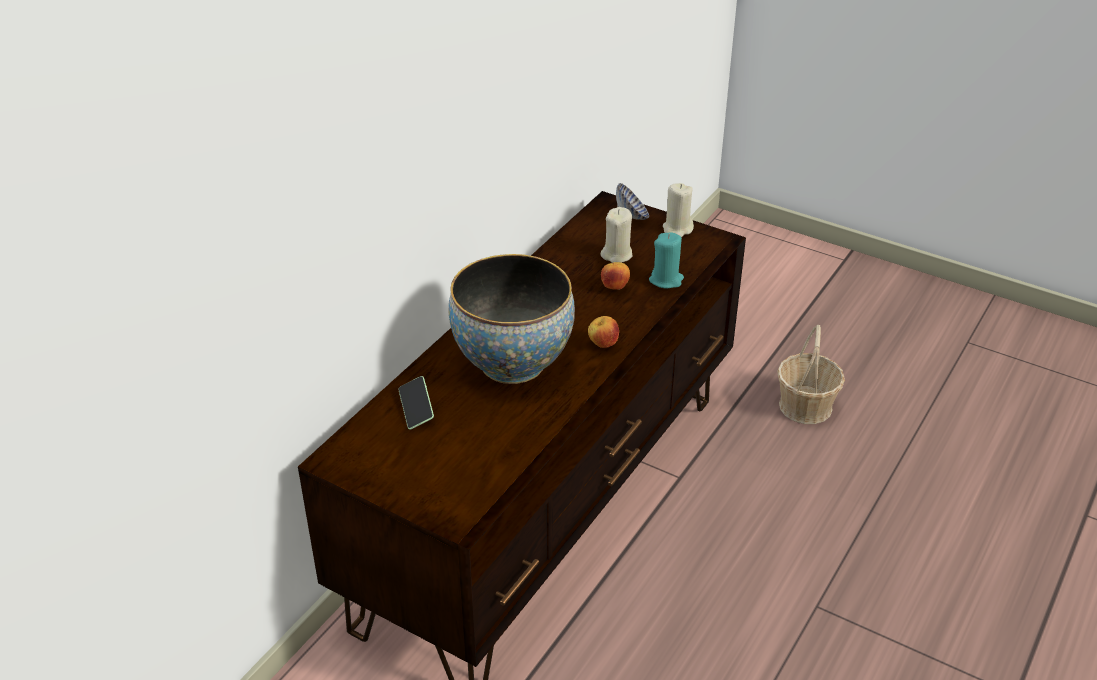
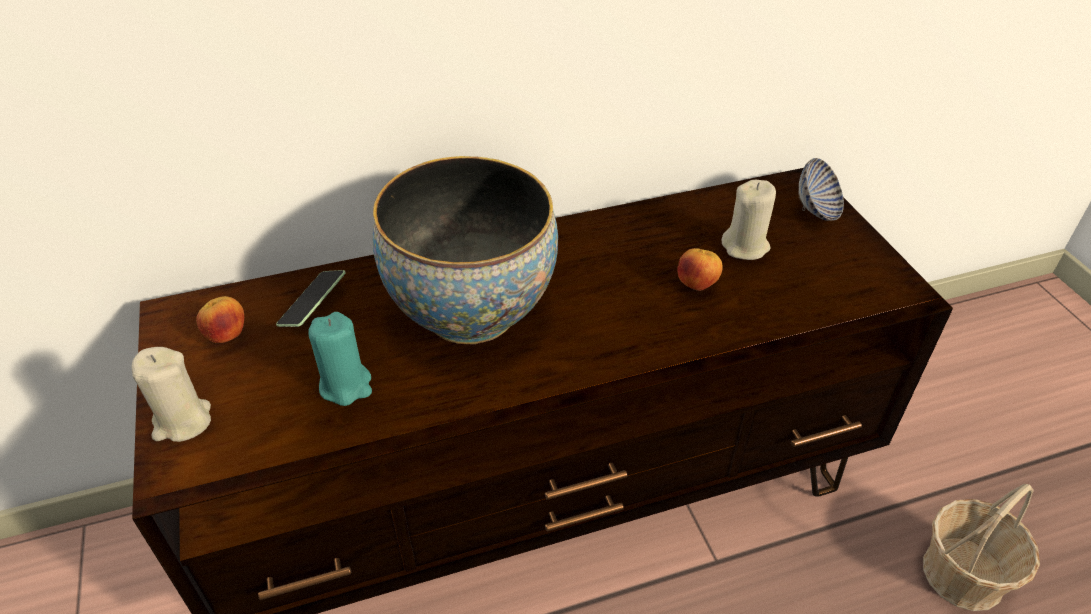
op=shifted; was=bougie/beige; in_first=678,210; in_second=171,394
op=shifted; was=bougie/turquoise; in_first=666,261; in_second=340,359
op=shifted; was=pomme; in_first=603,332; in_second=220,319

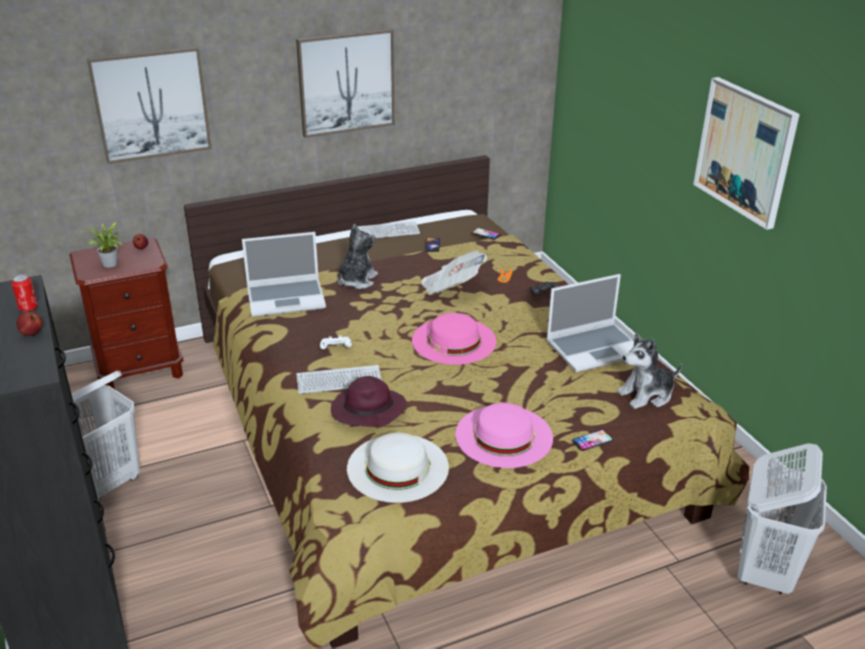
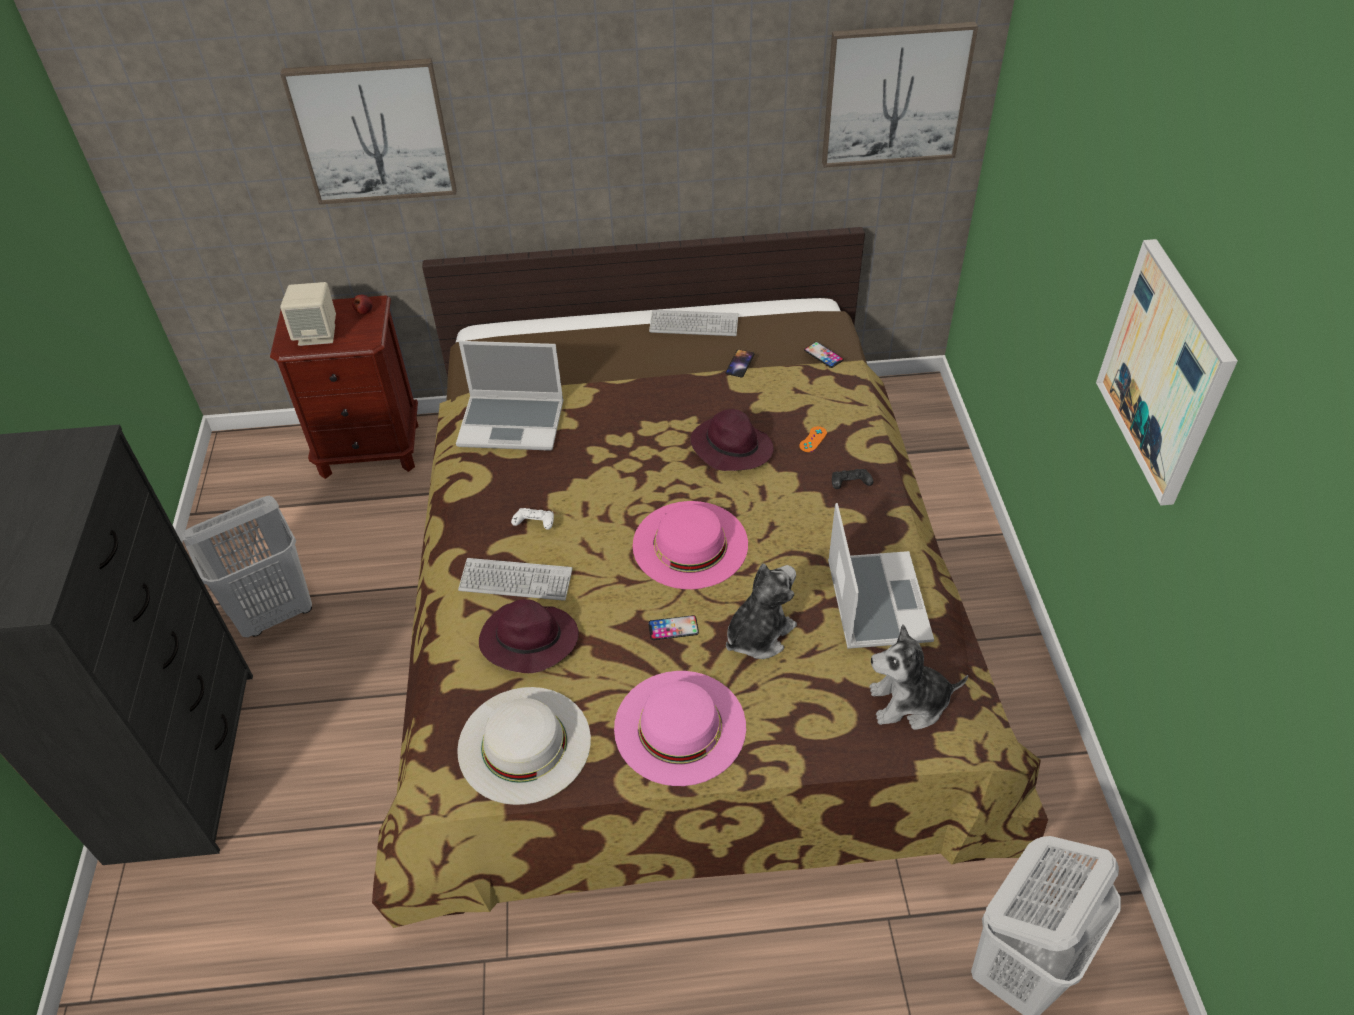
op=shifted; was=tableau; in_first=345,83; in_second=900,95
op=swapped; was=plante en pot; now=enceinte/beige; in_first=103,245; in_second=308,314
op=shifted; was=peluche; in_first=357,256; in_second=761,611
op=swapped; was=journal; now=chapeau/violet; in_first=454,272; in_second=732,440
op=gone; was=boîte métallique; in_first=24,293
op=rotated; was=ordinateur portable; in_first=590,323; in_second=881,576; clockwise=-90
op=gone; was=pomme; in_first=29,324
op=shifted; was=téléphone; in_first=592,440; in_second=673,627

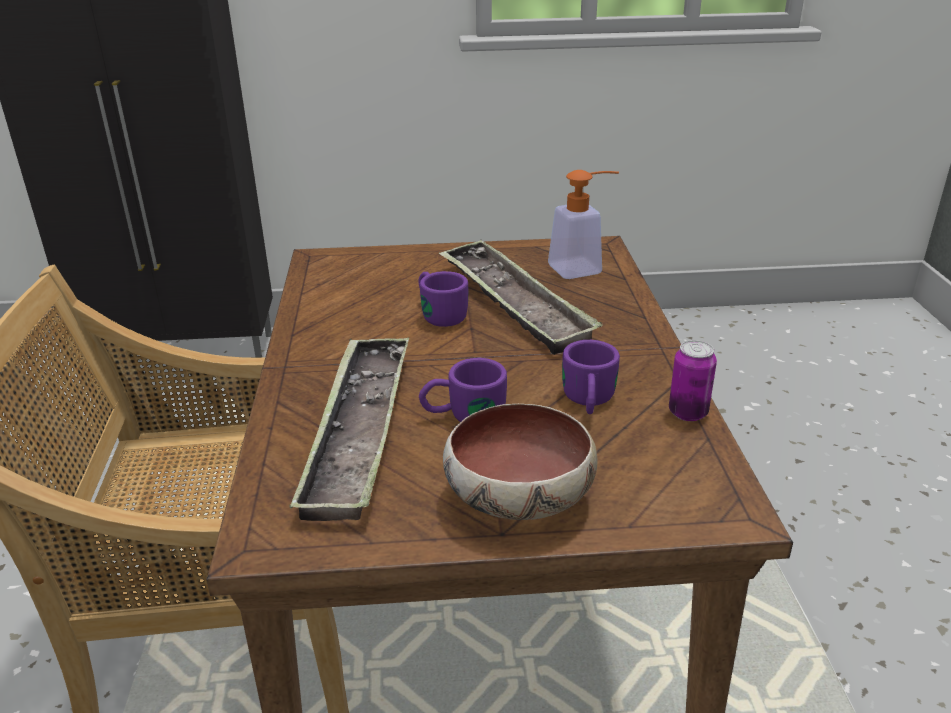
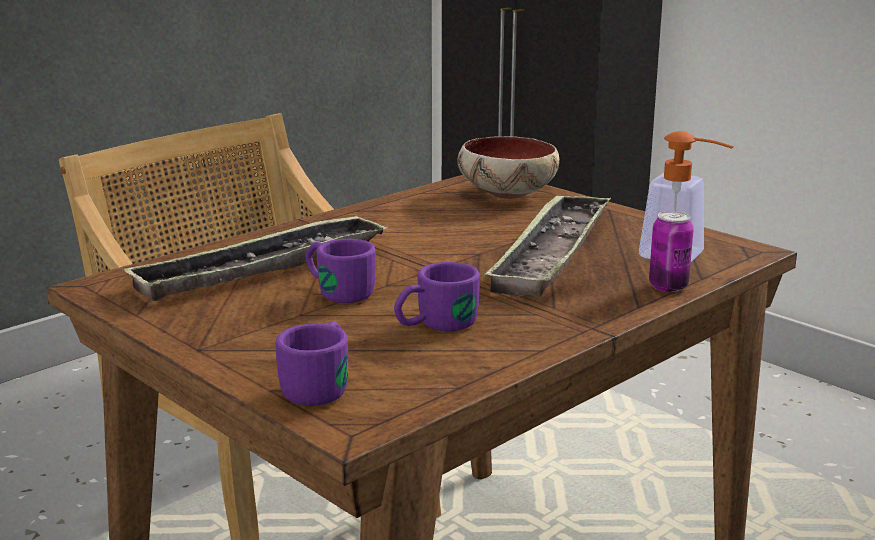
op=shifted; was=mug/violet; in_first=443,299; in_second=311,364
op=shifted; was=boîte métallique; in_first=693,380; in_second=671,251
op=shifted; was=bol; in_first=520,462; in_second=508,167

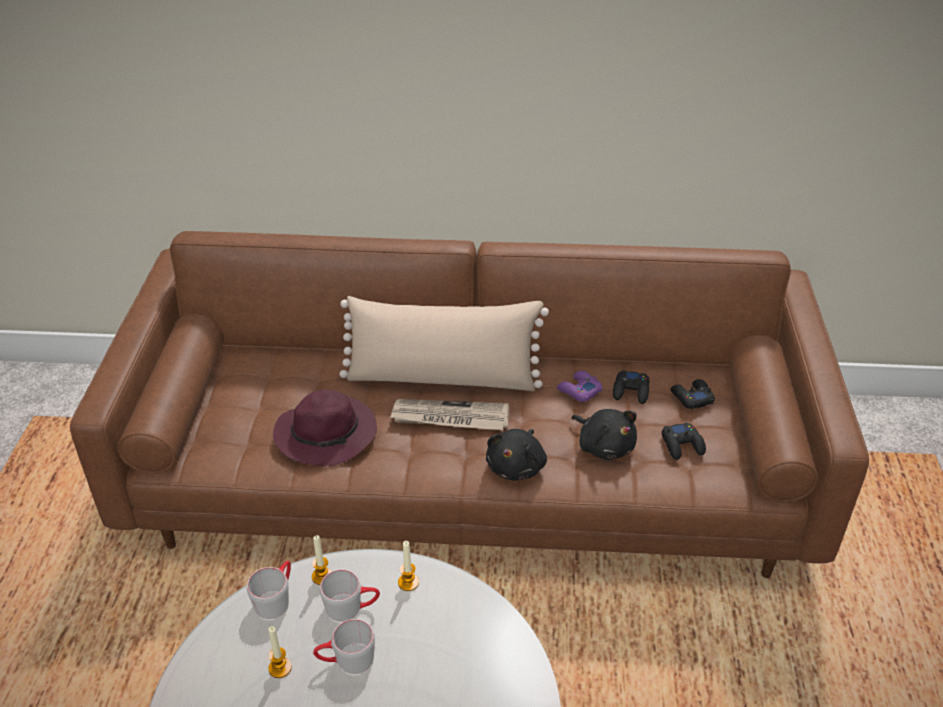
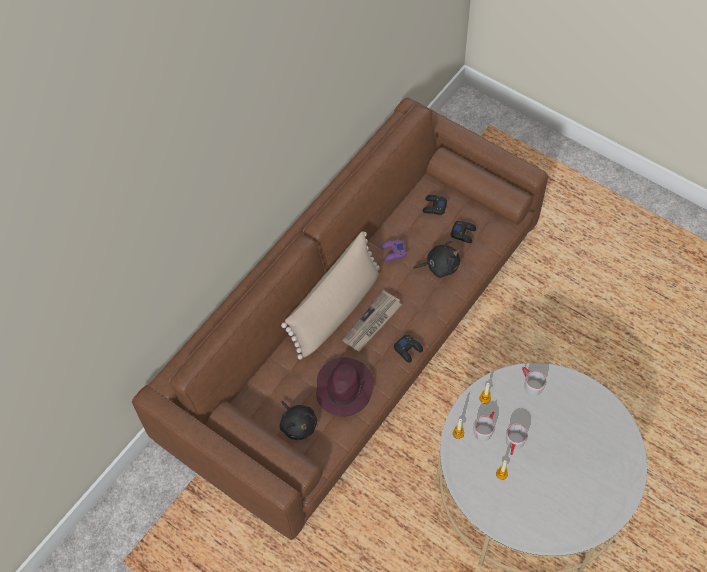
op=shifted; was=manette/noir; in_first=631,387; in_second=408,349
op=shifted; was=peluche/noir; in_first=516,455; in_second=298,420
op=shifted; was=mug/gris; in_first=269,590; in_second=534,381

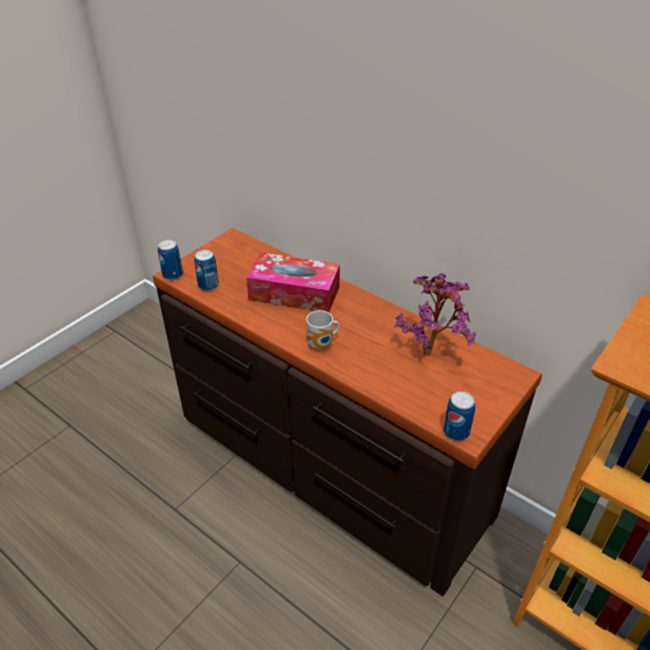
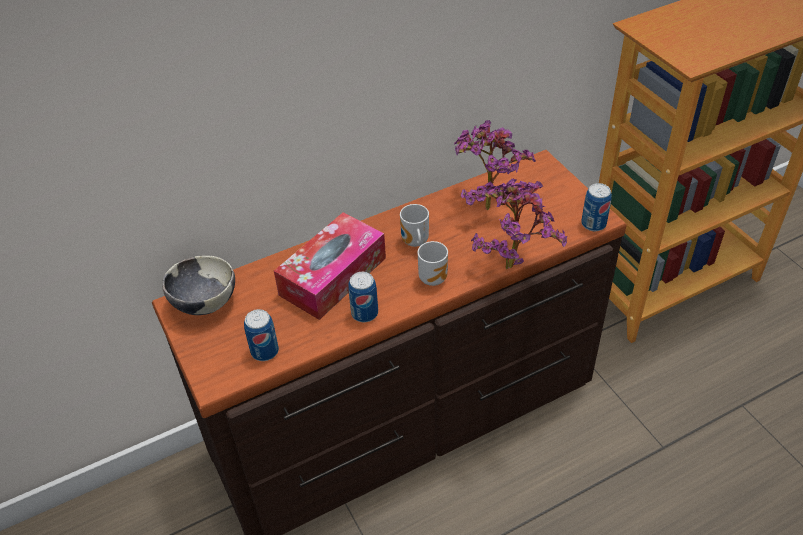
op=shifted; was=boîte métallique; in_first=170,260; in_second=363,297
op=new; now=plante en pot; in_second=519,224
op=new; now=mug; in_second=414,225
op=new; now=bol; in_second=198,285

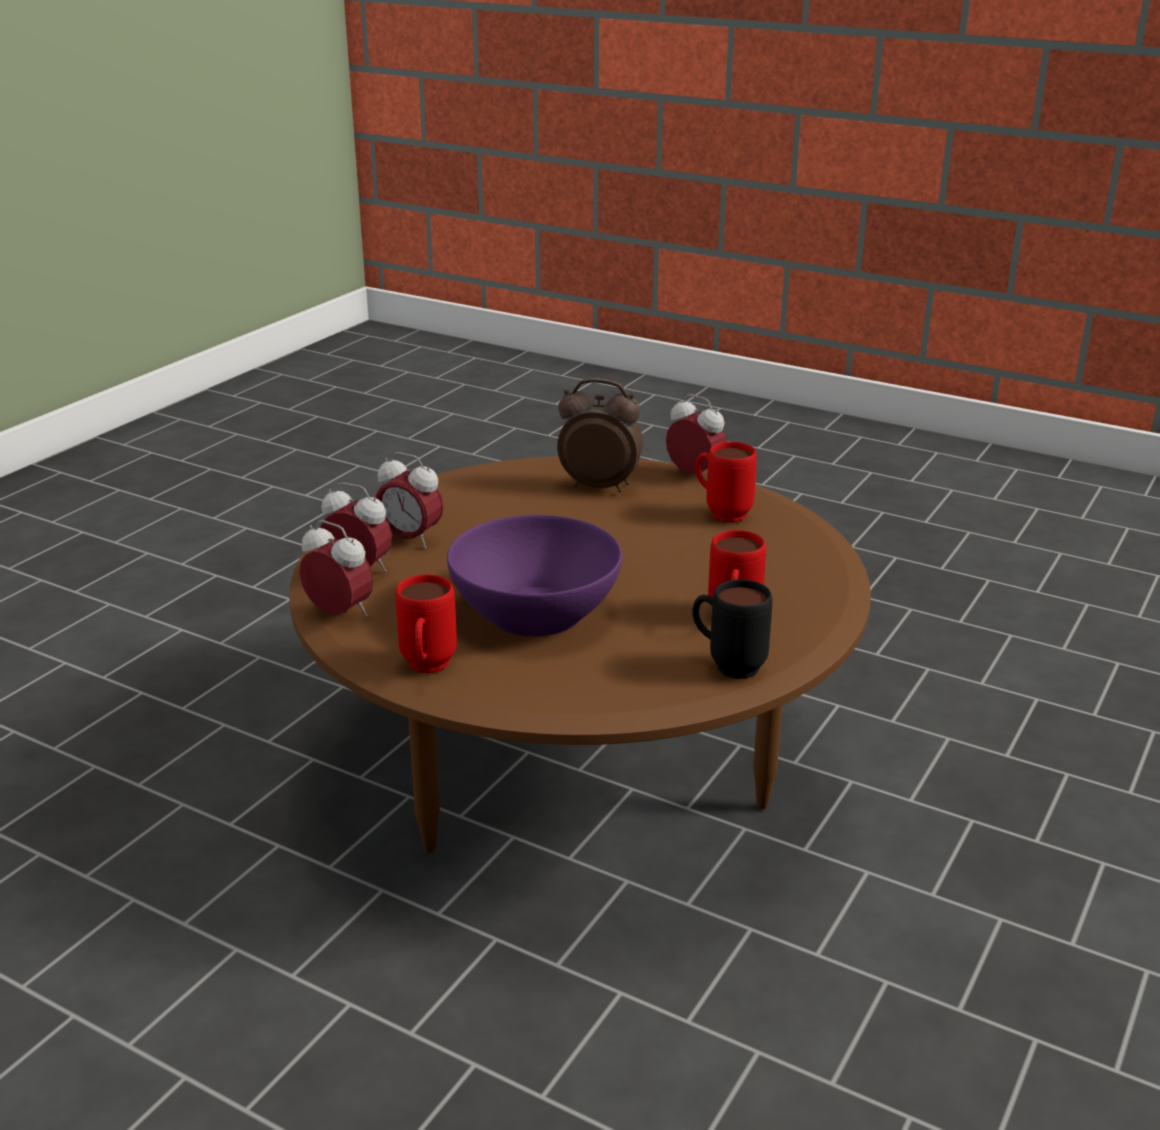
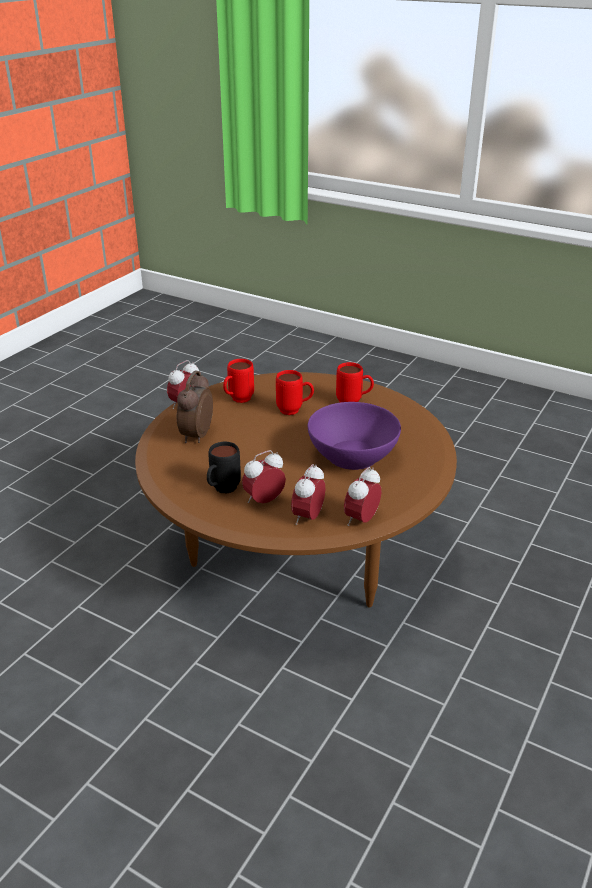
op=rotated; was=réveil; in_first=410,500; in_second=264,476; clockwise=-150
op=shifted; was=mug/rouge; in_first=426,623; in_second=295,392
op=shifted; was=mug/noir; in_first=732,629; in_second=224,468

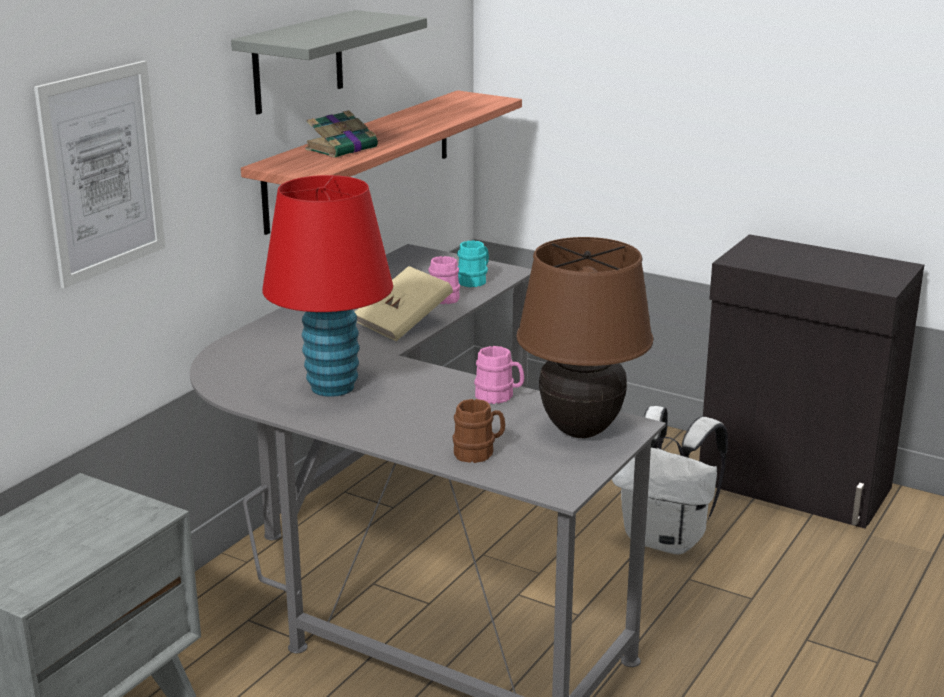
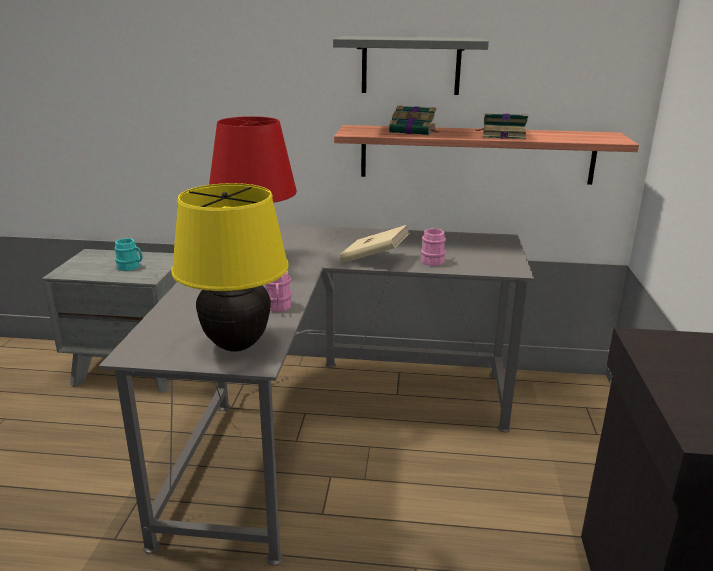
op=gone; was=tableau; in_first=99,174
op=repainted; was=lampe de table/marron; now=lampe de table/jaune; in_first=585,337; in_second=230,267
op=shifted; was=mug/turquoise; in_first=473,263; in_second=129,254
op=gone; was=mug/marron; in_first=478,431
op=gone; was=sac à dos/blanc; in_first=670,480
op=new; now=livre; in_second=502,126

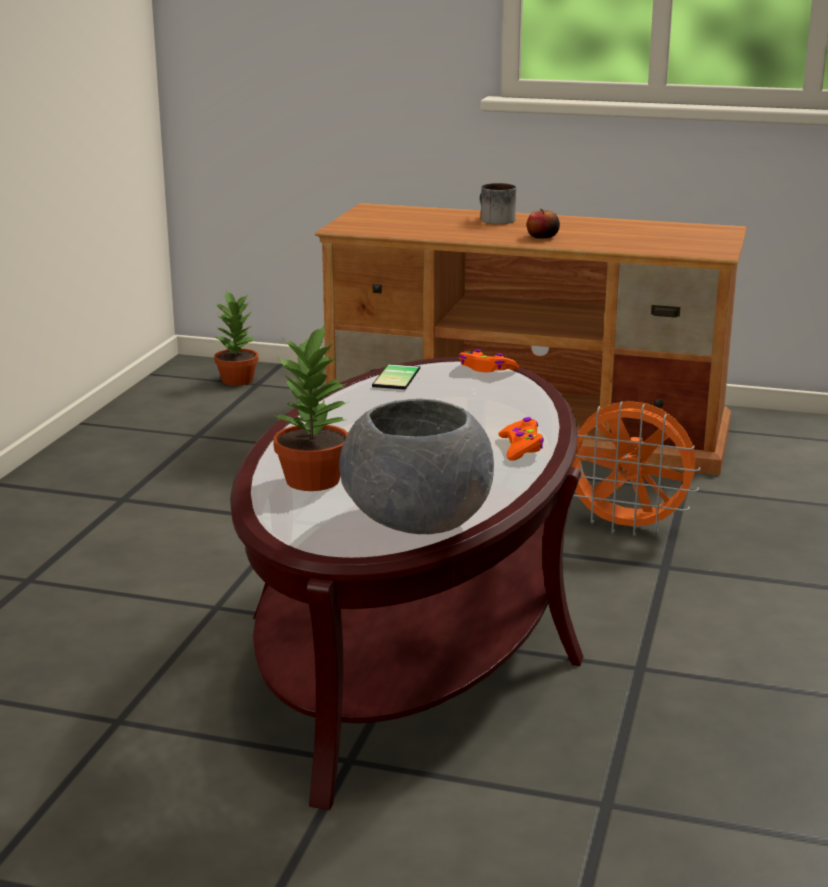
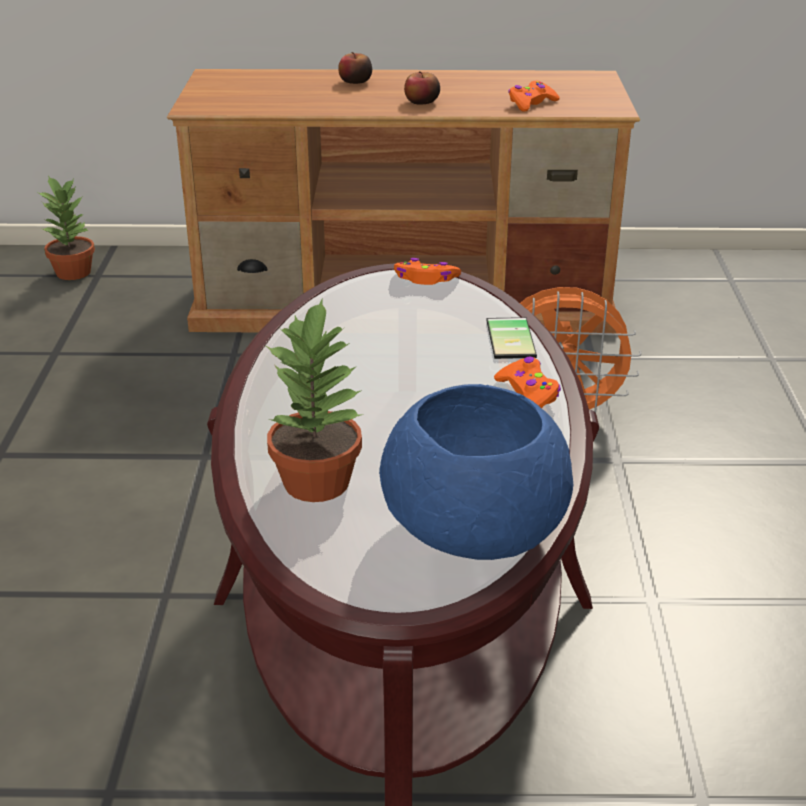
op=swapped; was=mug; now=pomme; in_first=497,203; in_second=355,68
op=shifted; was=téléphone; in_first=396,377; in_second=511,338
op=repainted; was=bol/gris; now=bol/bleu; in_first=416,466; in_second=476,472
op=new; now=manette/orange; in_second=534,96

